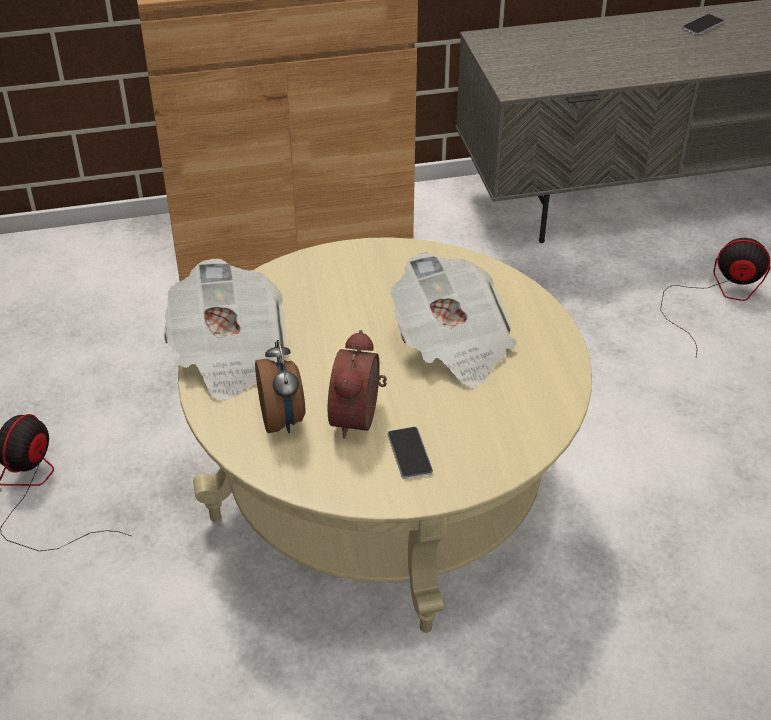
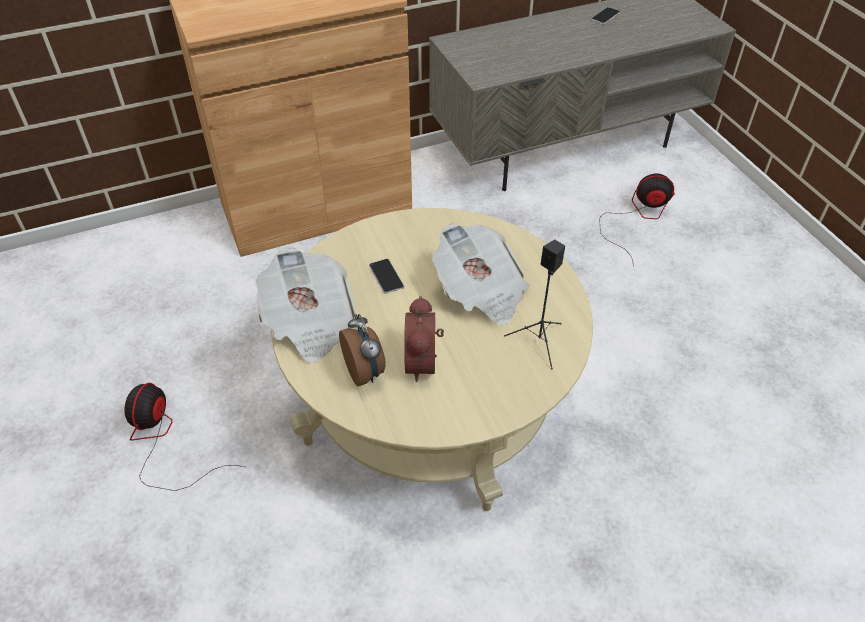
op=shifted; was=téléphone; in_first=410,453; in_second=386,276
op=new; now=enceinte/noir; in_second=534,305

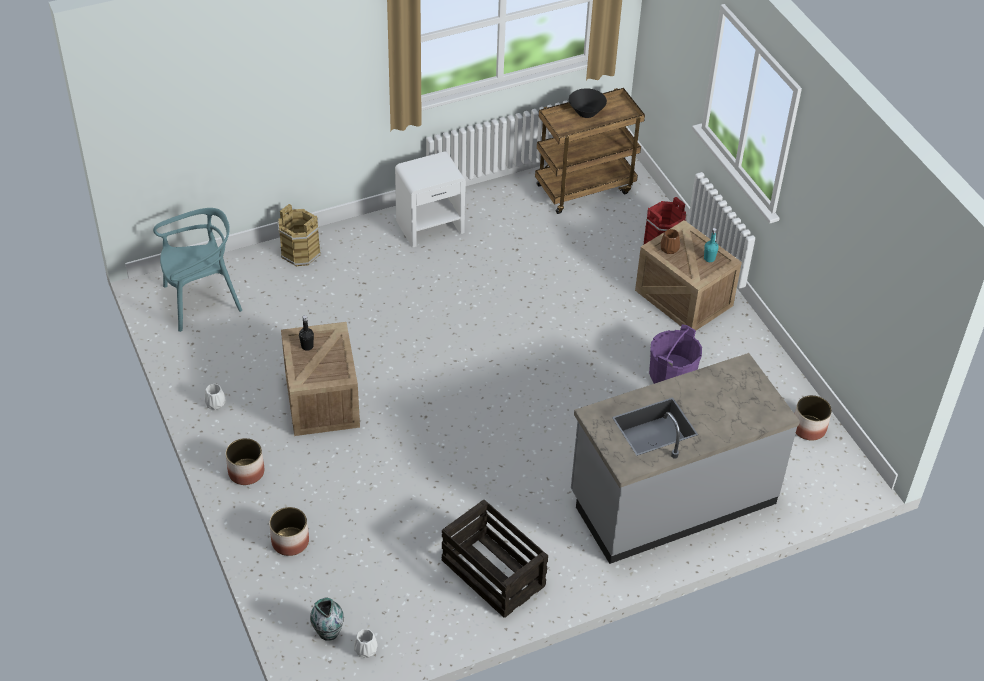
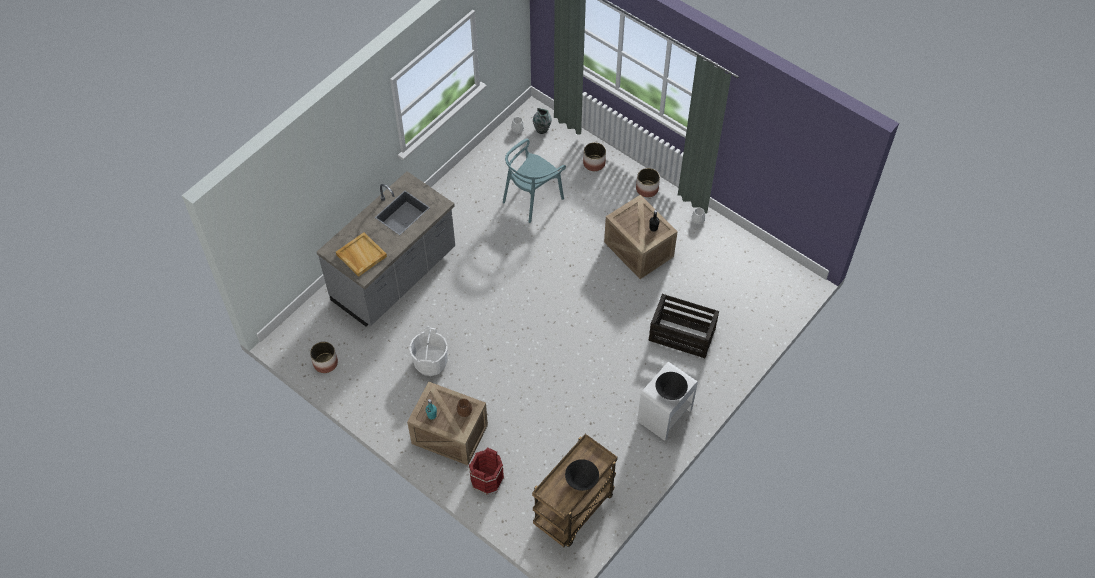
op=gone; was=seau/marron; in_first=299,235
op=shifted; was=chaise/turquoise; in_first=197,270; in_second=534,181
op=repainted; was=seau/violet; now=seau/blanc; in_first=675,354; in_second=428,351
op=shifted; was=caisse; in_first=495,558; in_second=683,326
op=new; now=plateau/beige; in_second=361,254
op=new; now=bol/noir; in_second=672,386

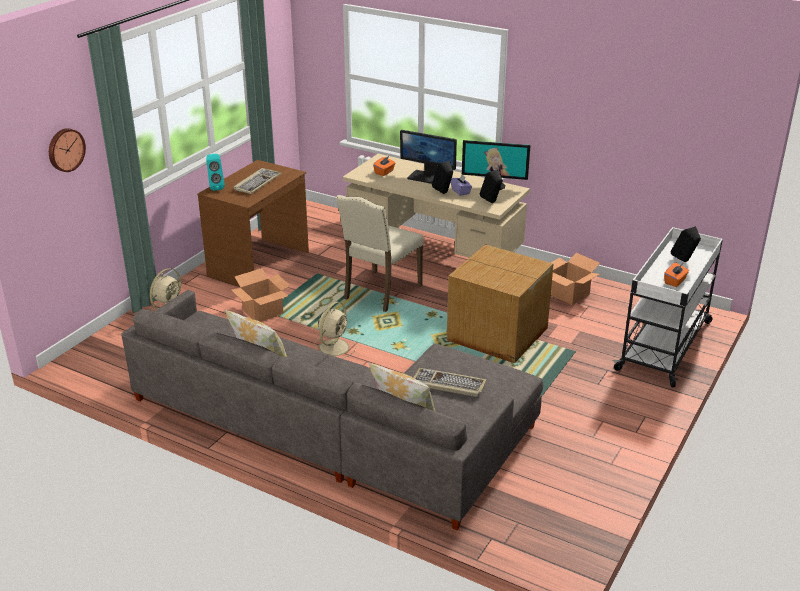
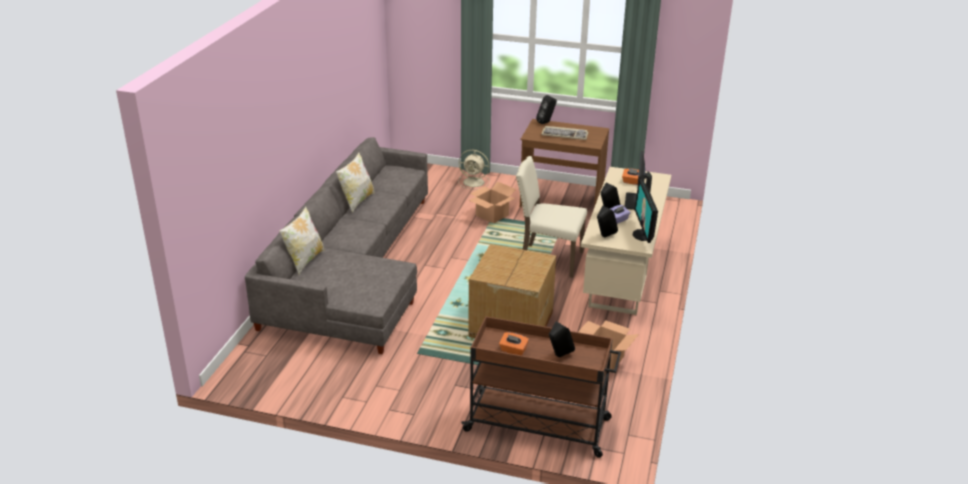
op=gone; was=horloge murale; in_first=67,150
op=repainted; was=enceinte/turquoise; now=enceinte/noir; in_first=215,172; in_second=546,109
op=repainted; was=chariot/blanc; now=chariot/marron; in_first=668,307; in_second=541,387
op=gone; was=ventilateur/beige; in_first=335,330
op=gone; was=clavier; in_first=449,382

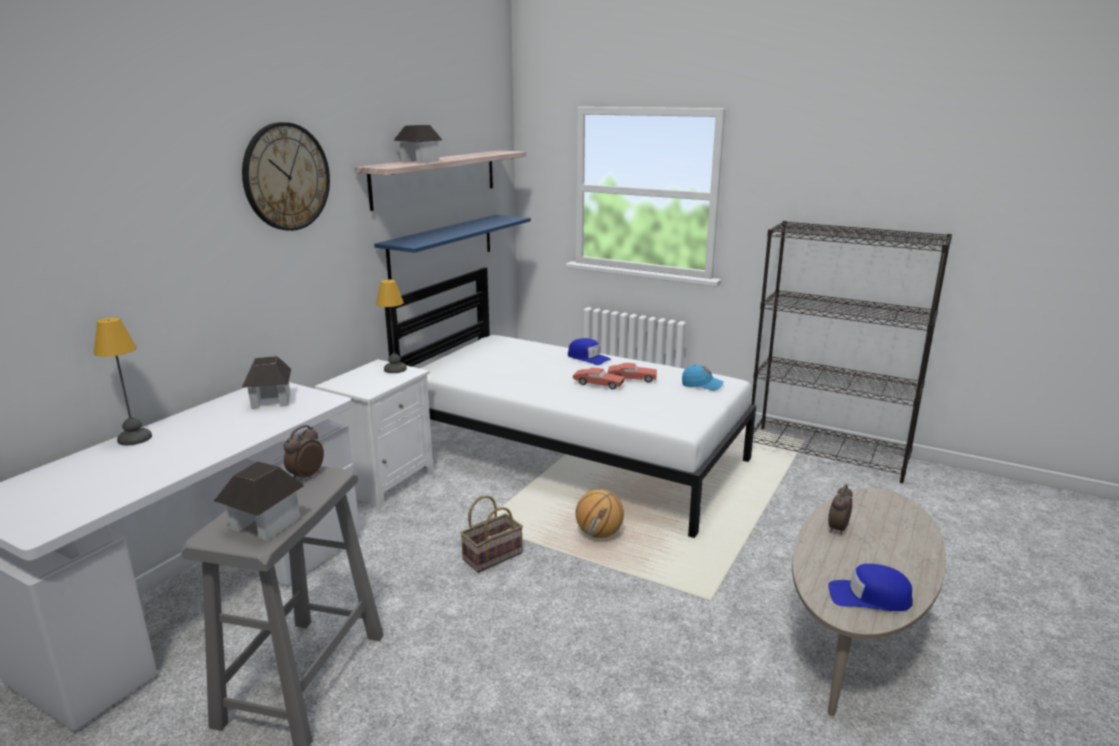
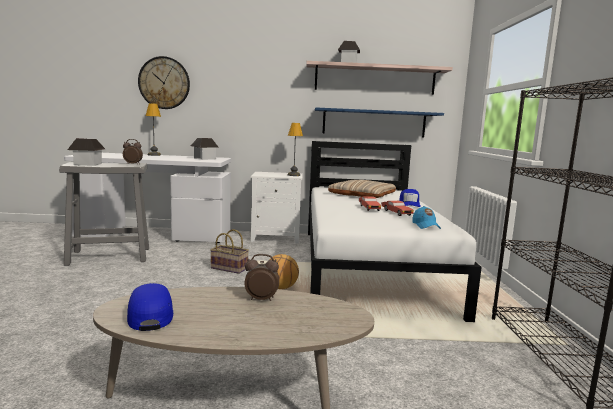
op=shifted; was=horloge murale; in_first=286,176; in_second=164,82
op=new; now=coussin/beige; in_second=362,189

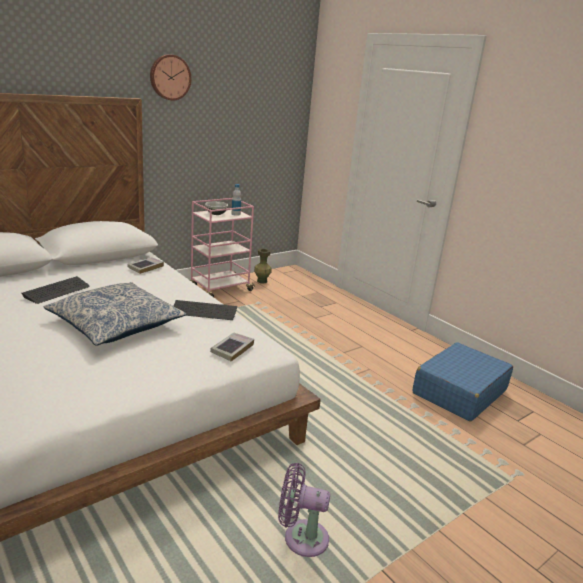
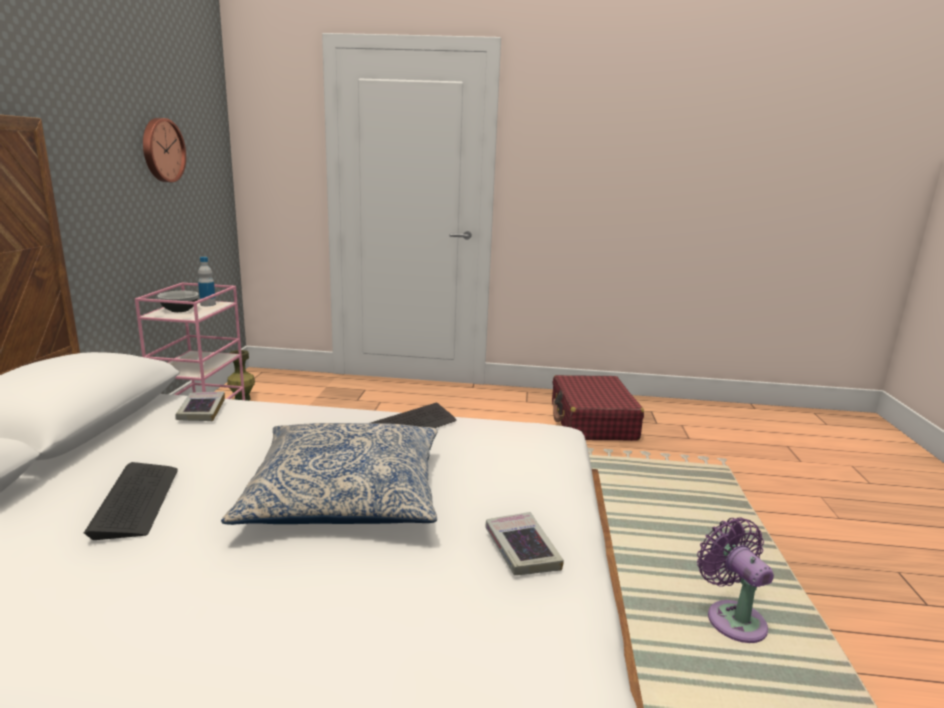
op=shifted; was=horloge murale; in_first=170,77; in_second=164,150
op=shifted; was=livre; in_first=232,347; in_second=524,543
op=repainted; was=valise/bleu; now=valise/rouge; in_first=462,381; in_second=598,408
op=rotated; was=ventilateur/violet; in_first=304,510; in_second=735,580; clockwise=105

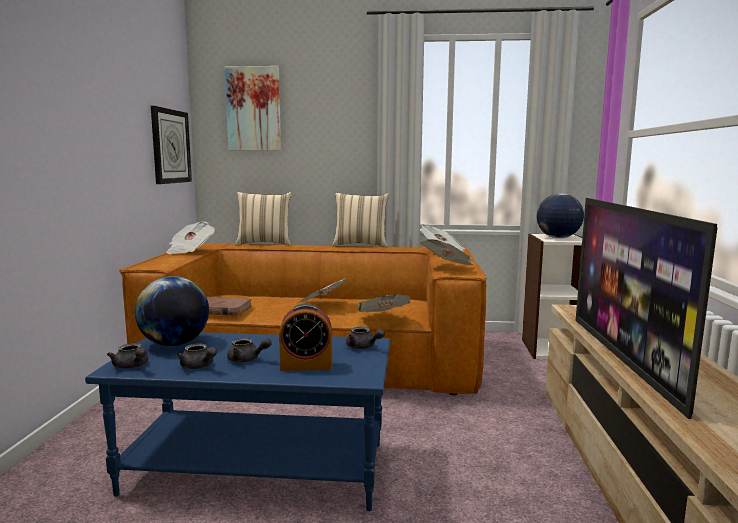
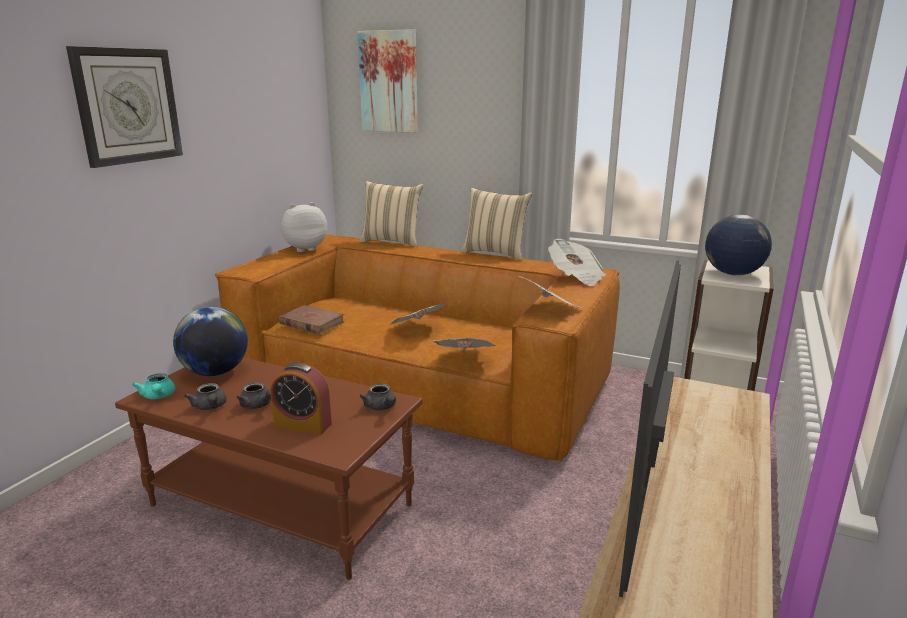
op=shifted; was=horloge murale; in_first=171,145; in_second=124,107
op=swapped; was=journal; now=peluche; in_first=190,238; in_second=304,227
op=repainted; was=table basse/bleu; now=table basse/marron; in_first=237,421; in_second=269,469
op=repainted; was=théière/gris; now=théière/turquoise; in_first=127,356; in_second=153,386

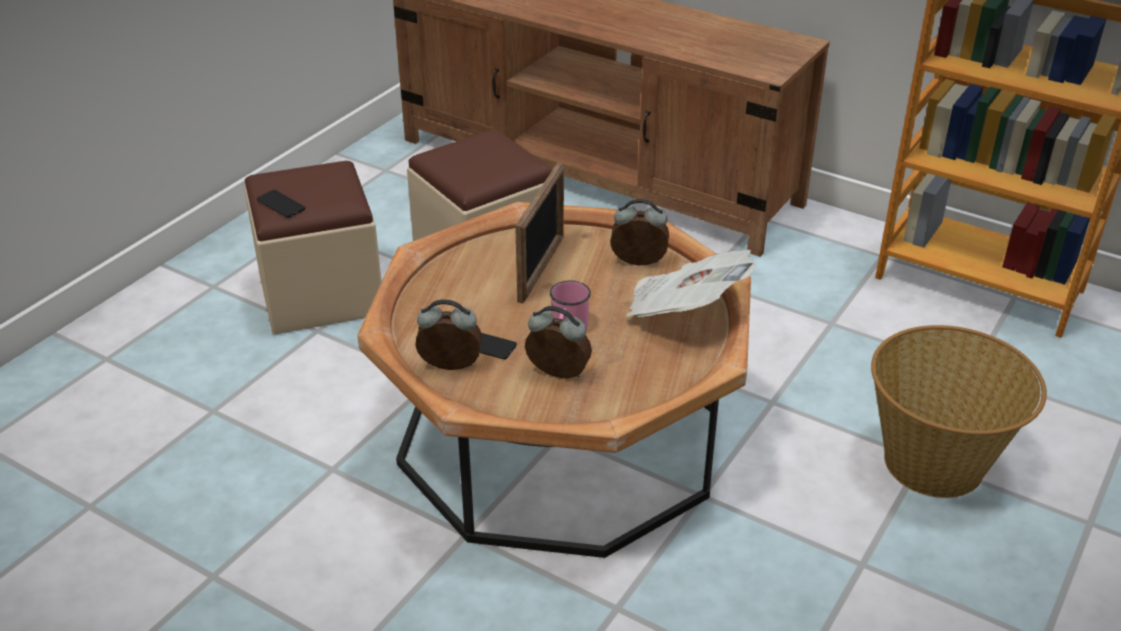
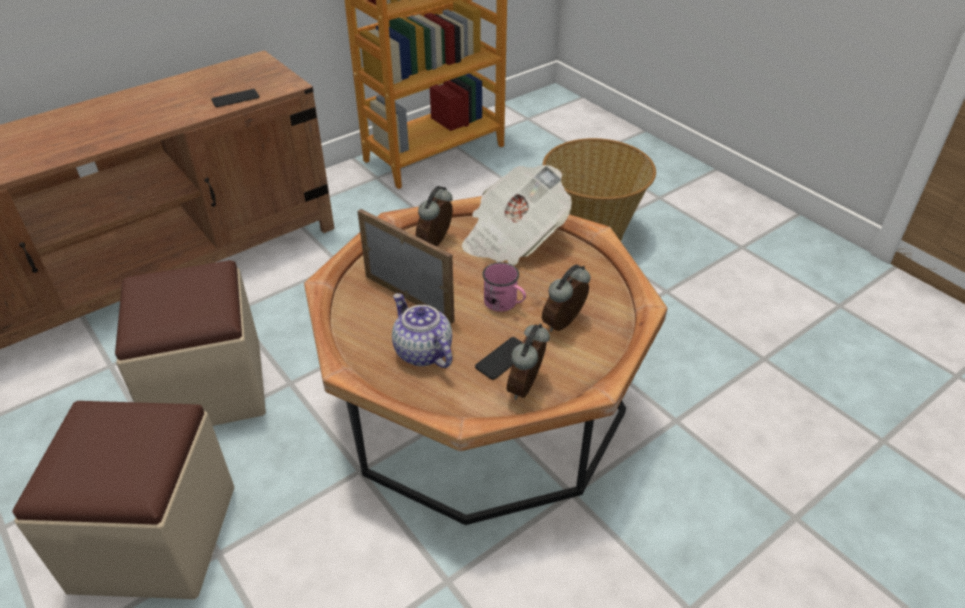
op=shifted; was=téléphone; in_first=281,204; in_second=235,98
op=new; now=théière; in_second=422,330

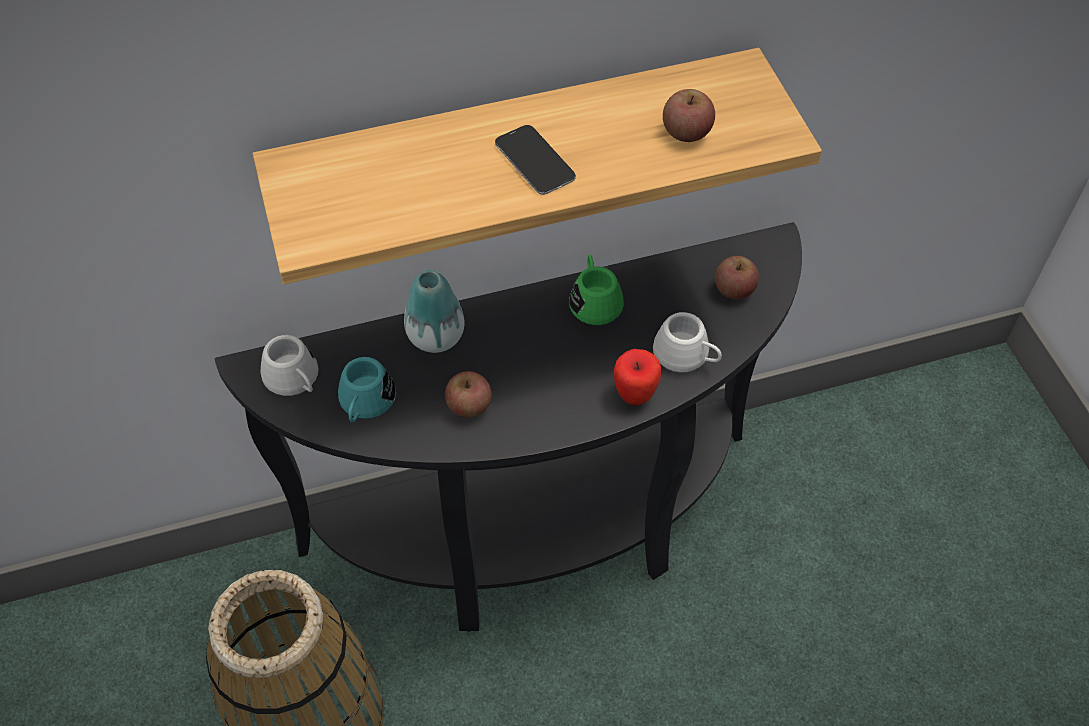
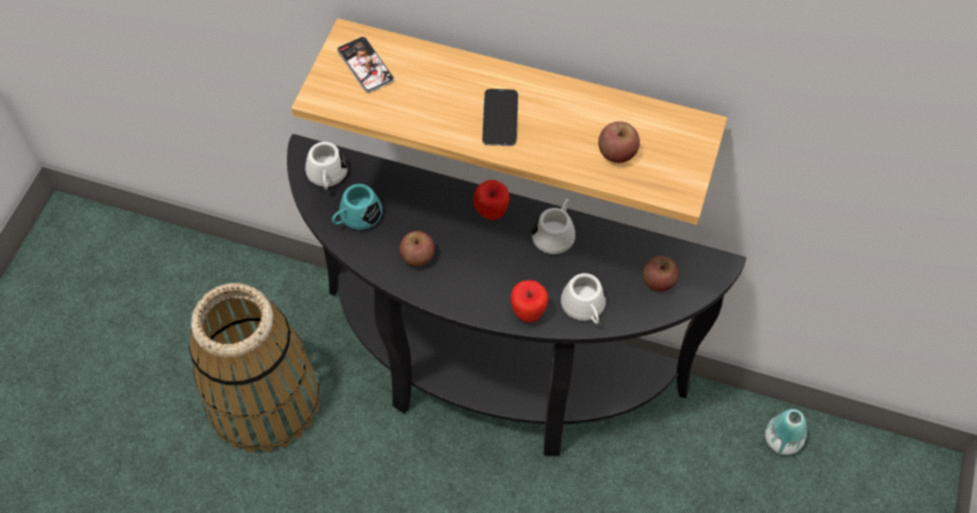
op=repainted; was=mug/vert; now=mug/blanc; in_first=596,289; in_second=553,226
op=shifted; was=vase; in_first=434,311; in_second=786,432
op=new; now=téléphone; in_second=366,65
op=new; now=pomme; in_second=492,200

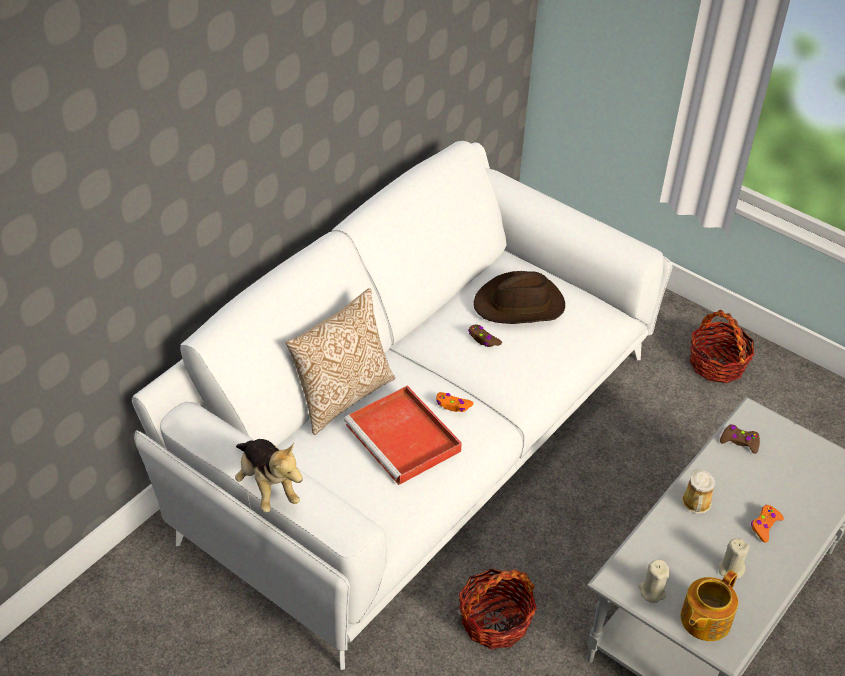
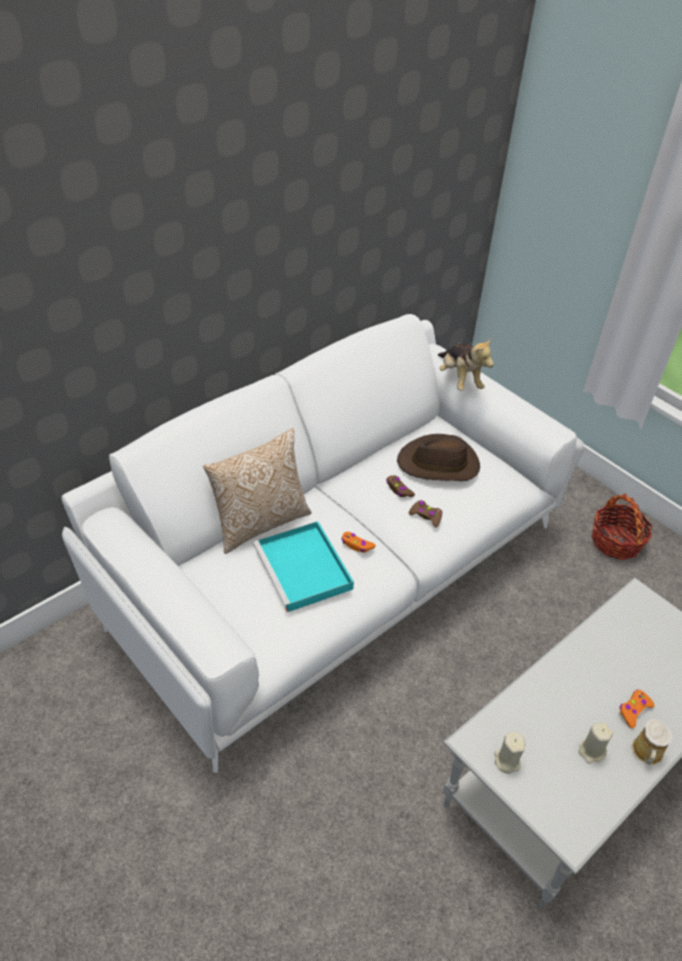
op=repainted; was=plateau/rouge; now=plateau/turquoise; in_first=403,435; in_second=303,566
op=shifted; was=manette/marron; in_first=740,439; in_second=425,513
op=shifted; was=peluche; in_first=269,475; in_second=466,364
op=shifted; was=mug; in_first=698,491; in_second=652,742
op=gone; was=panier; in_first=498,609
op=gone; was=théière; in_first=709,605

